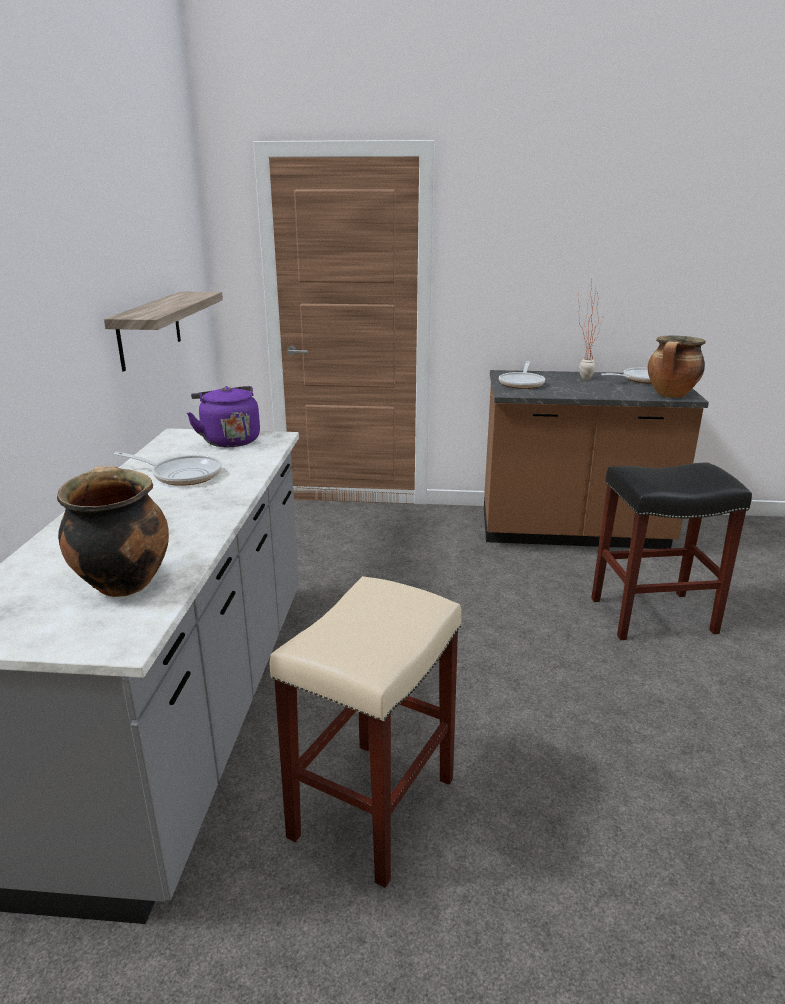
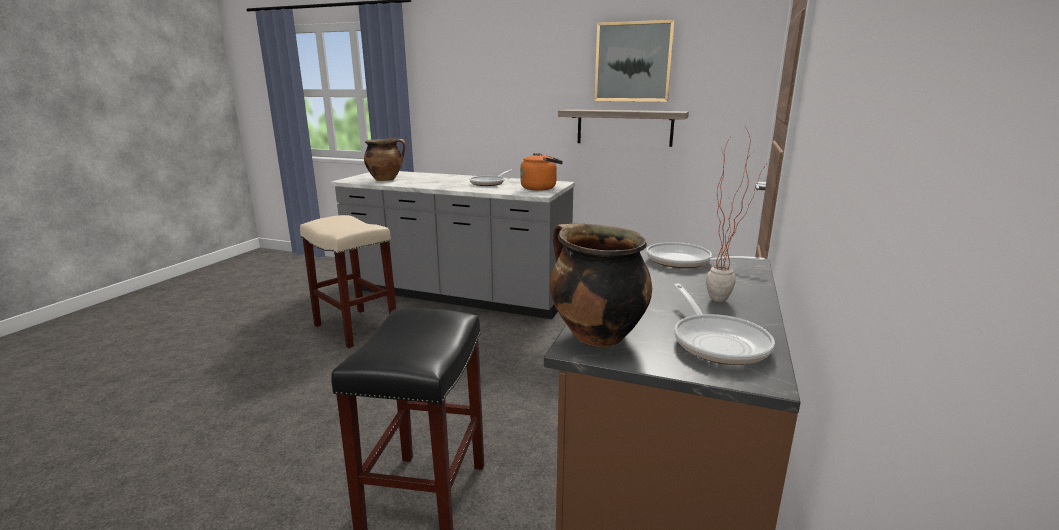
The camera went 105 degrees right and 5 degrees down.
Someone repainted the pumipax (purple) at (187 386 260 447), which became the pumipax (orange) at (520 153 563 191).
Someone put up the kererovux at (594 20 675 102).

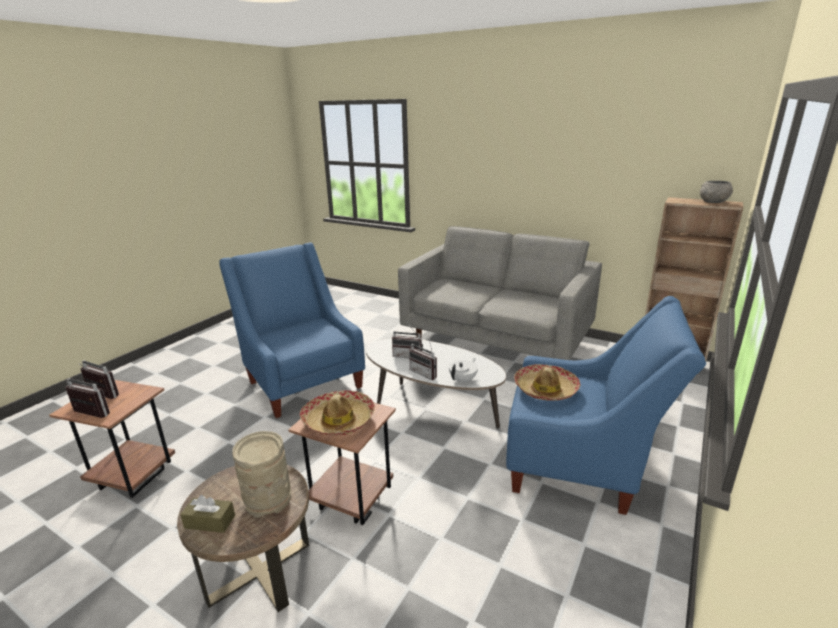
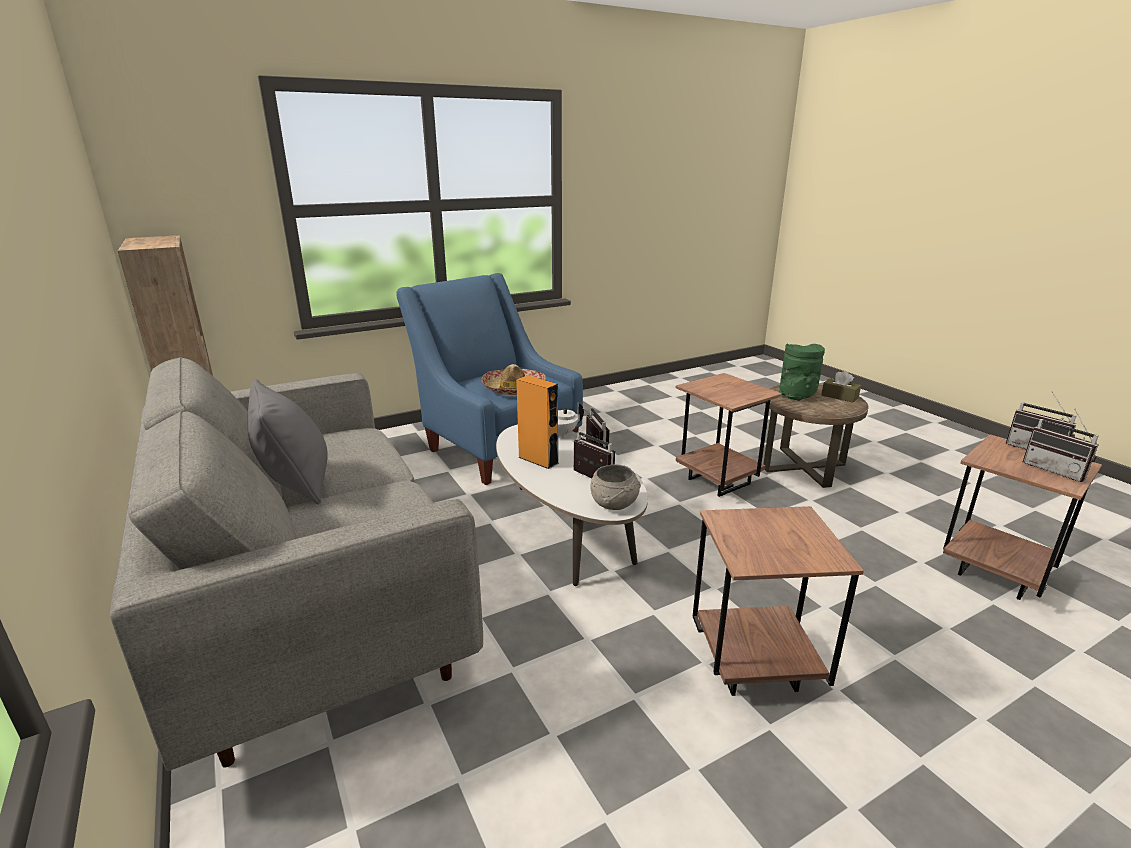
The camera went 150 degrees left and 0 degrees up.
Someone swapped the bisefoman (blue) at (219 243 365 418) for the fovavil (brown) at (693 506 864 696).
Someone repainted the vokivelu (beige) at (232 431 291 518), which became the vokivelu (green) at (779 343 825 401).
Someone took away the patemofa at (300 390 375 435).
Someone carried the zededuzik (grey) from (700 181 733 203) to (591 464 641 510).
Someone put down the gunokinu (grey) at (248 379 328 504).
Someone put down the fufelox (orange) at (516 375 559 469).

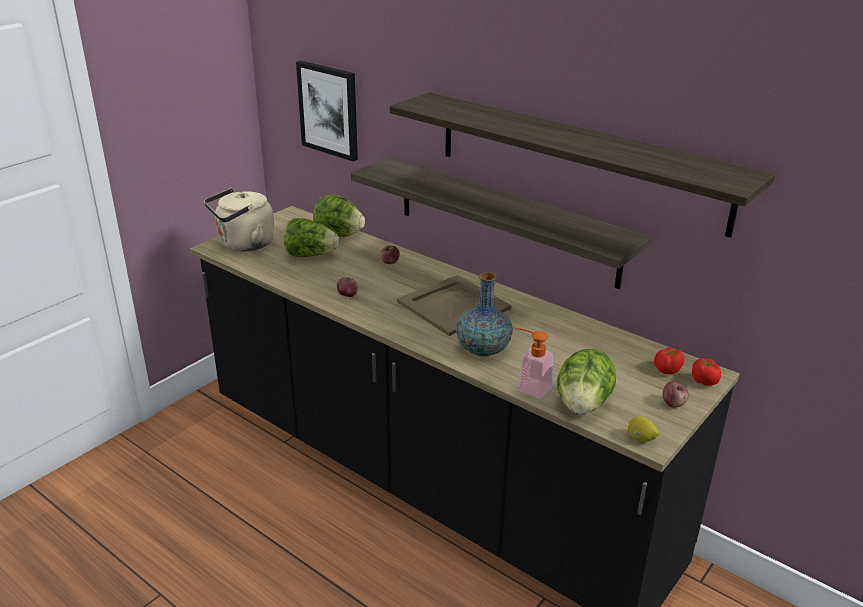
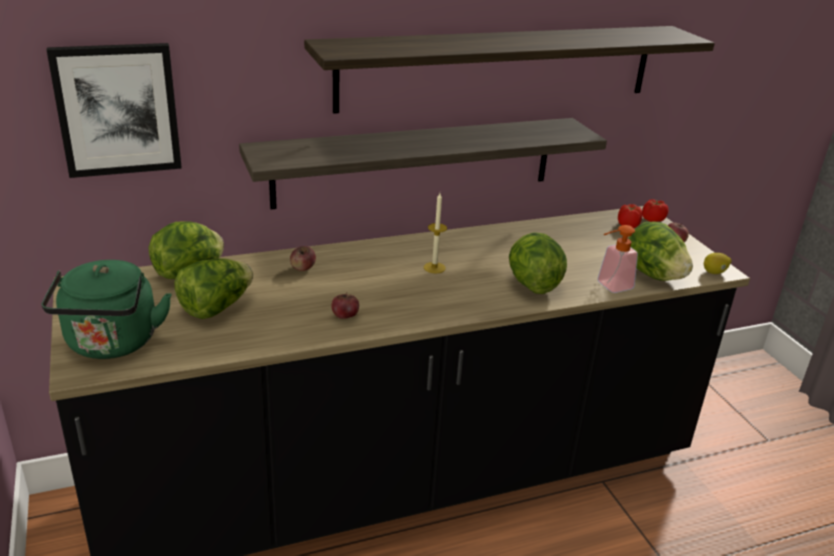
The camera went 60 degrees left and 0 degrees up.
Someone repainted the pumipax (beige) at (204 188 275 252), which became the pumipax (green) at (41 260 172 359).
Someone swapped the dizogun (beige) at (397 275 512 336) for the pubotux at (424 193 447 274).
Someone swapped the vokivelu at (456 272 513 357) for the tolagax at (509 232 567 294).

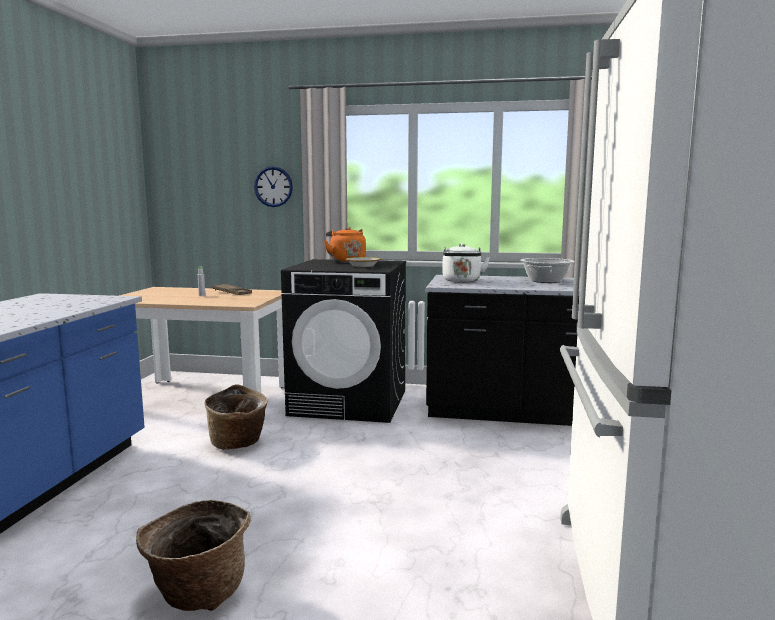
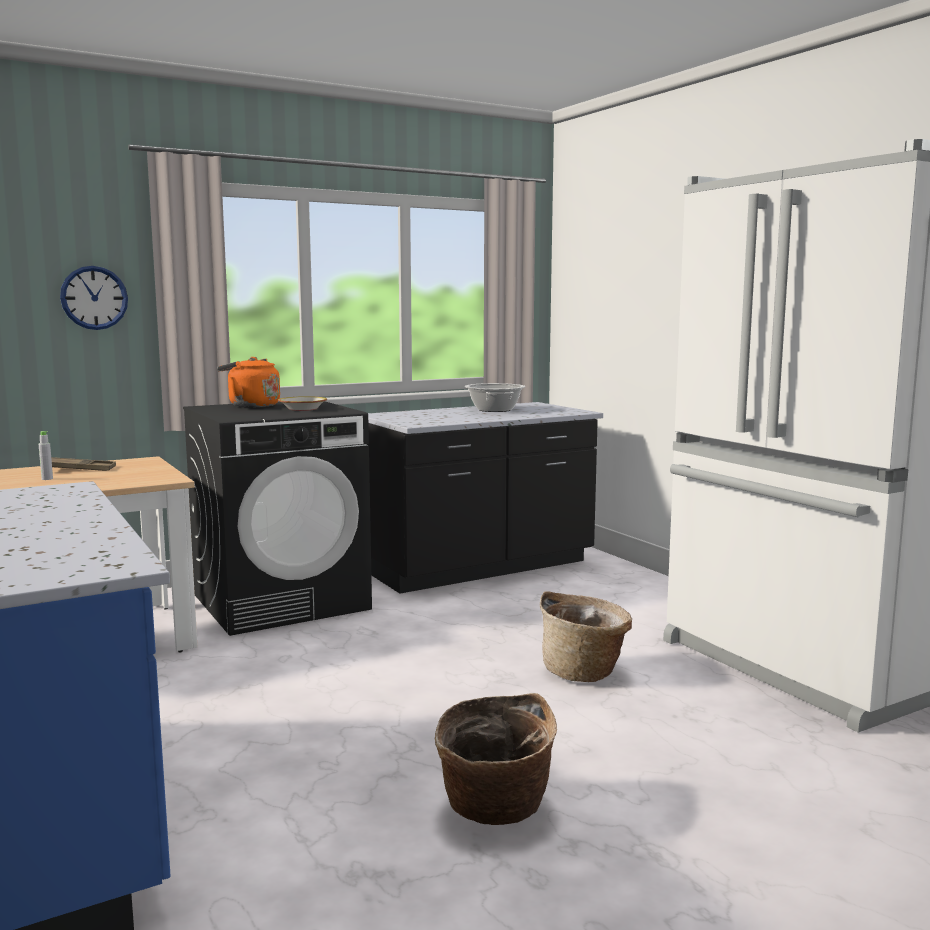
The camera went 40 degrees left and 0 degrees up.
Someone carried the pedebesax from (205 384 268 450) to (540 591 632 682).
Someone took away the pumipax (white) at (442 244 490 282).

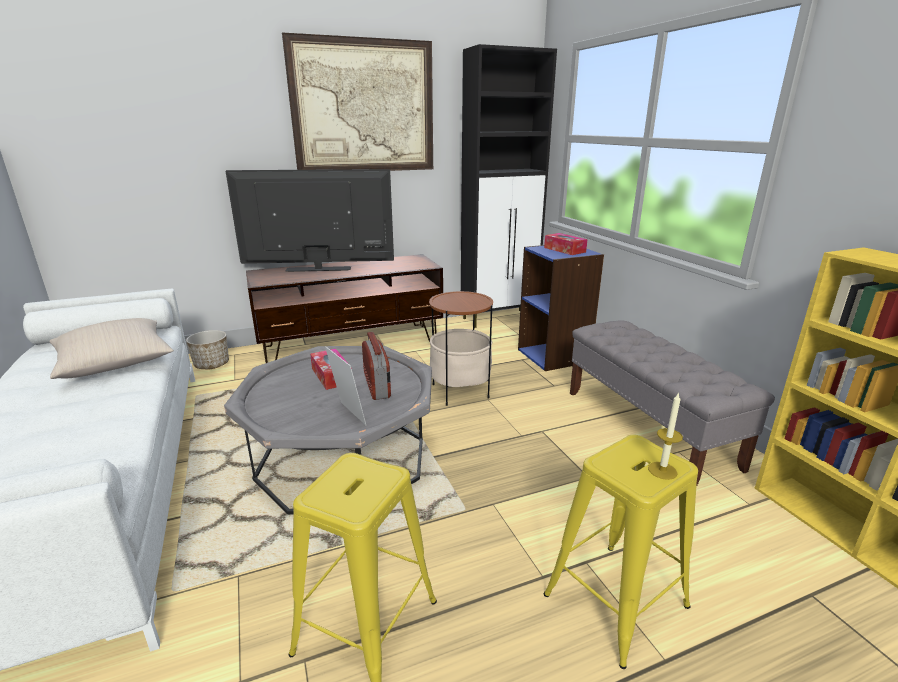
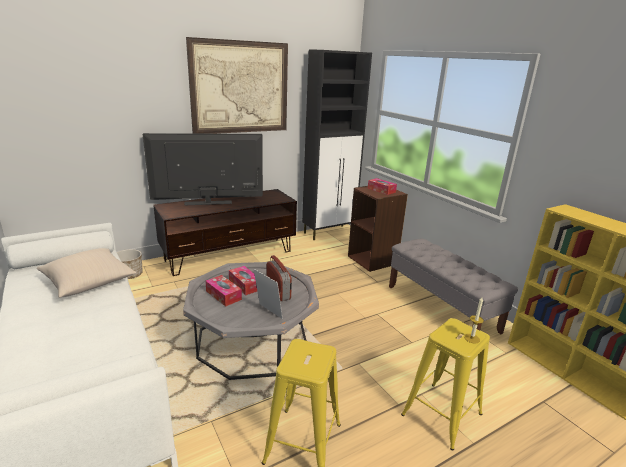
The camera went 10 degrees left and 0 degrees up.
Someone took away the fovavil at (429 291 493 406).
Someone repainted the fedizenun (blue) at (518 245 604 371), which became the fedizenun (brown) at (348 186 408 272).
Someone put down the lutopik at (206 275 242 307).

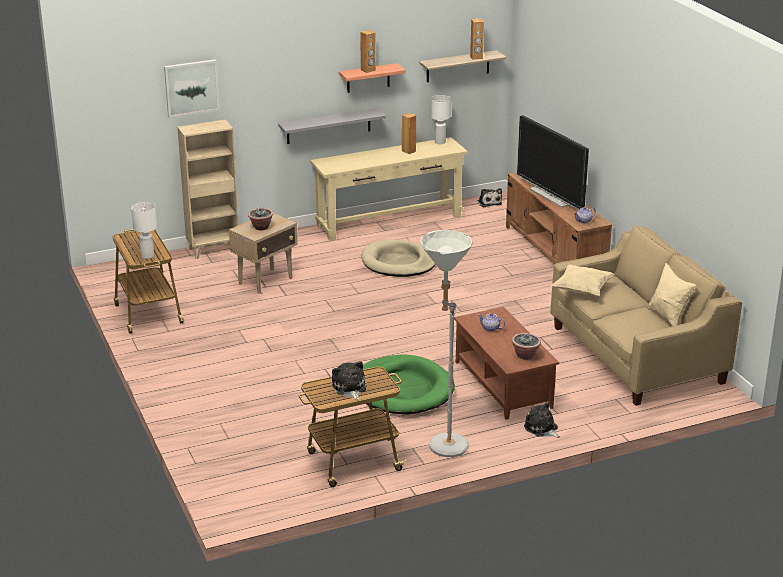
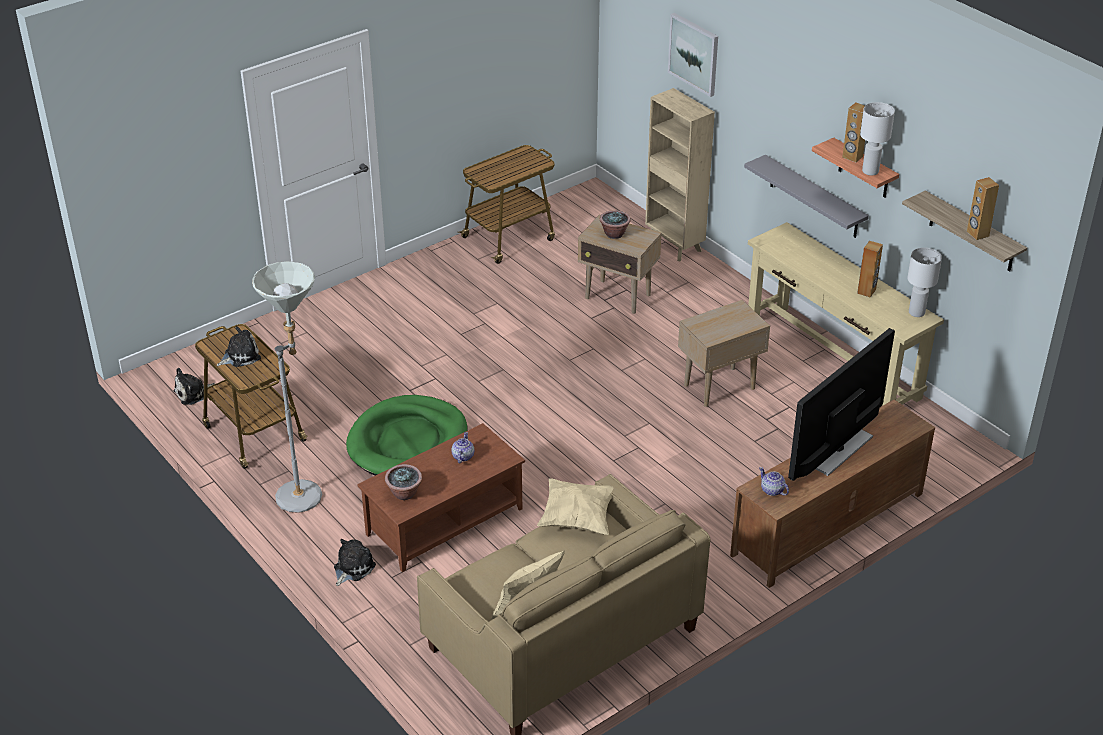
The camera went 75 degrees right and 10 degrees up.
Someone carried the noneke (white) from (131 202 157 259) to (860 102 895 175).
Someone swapped the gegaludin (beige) at (361 240 435 277) for the fovavil (beige) at (678 300 770 407).
Someone carried the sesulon from (478 188 502 207) to (174 368 215 405).

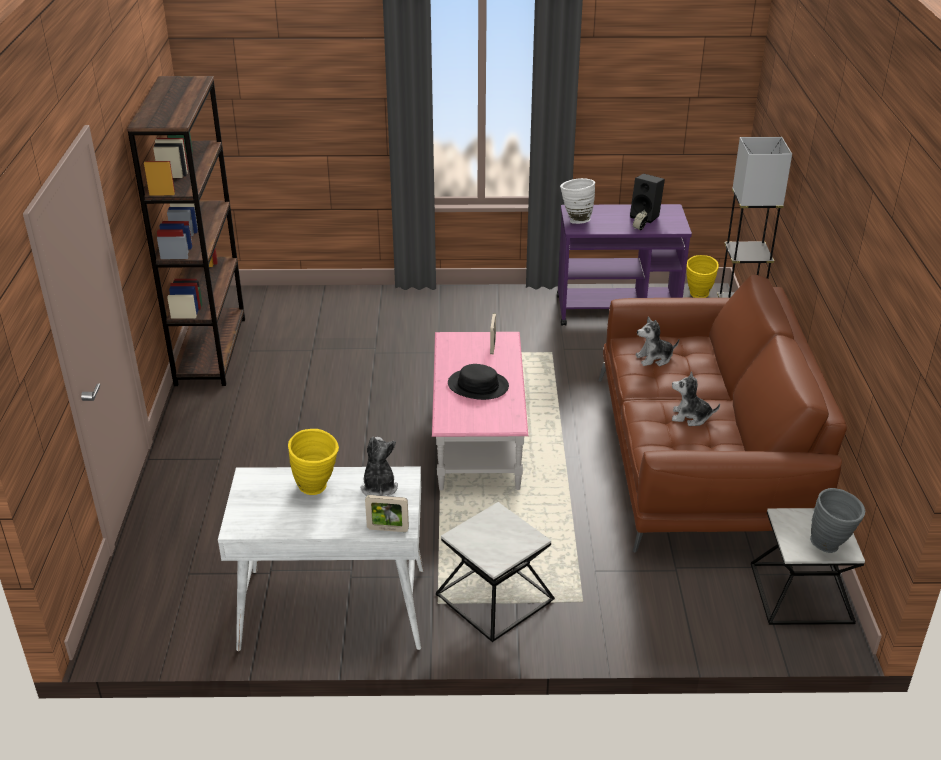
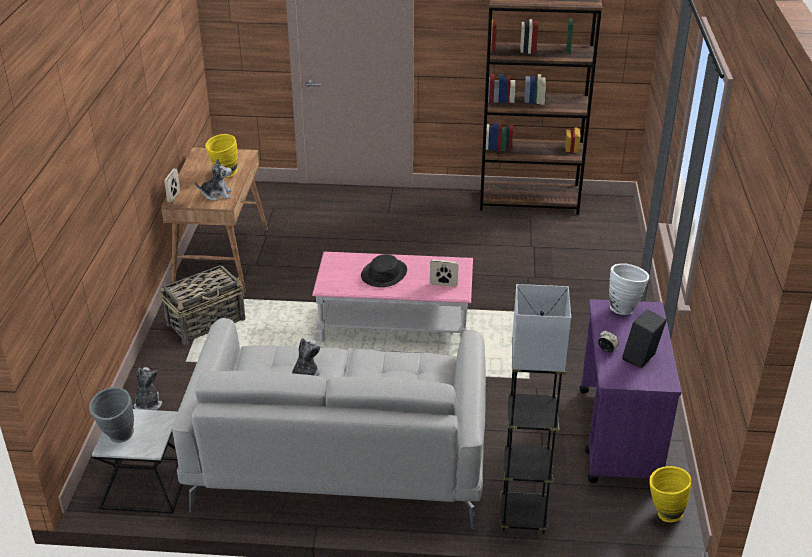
The camera went 95 degrees right and 0 degrees up.
Someone repainted the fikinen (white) at (218 467 424 651), which became the fikinen (brown) at (161 148 268 293).
Someone swapped the fovavil at (436 502 555 642) for the pedebesax at (160 265 246 344).
Someone repainted the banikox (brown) at (598 275 847 553), which became the banikox (grey) at (172 318 486 529).
Someone carried the sesulon from (635 317 679 366) to (134 367 162 410).

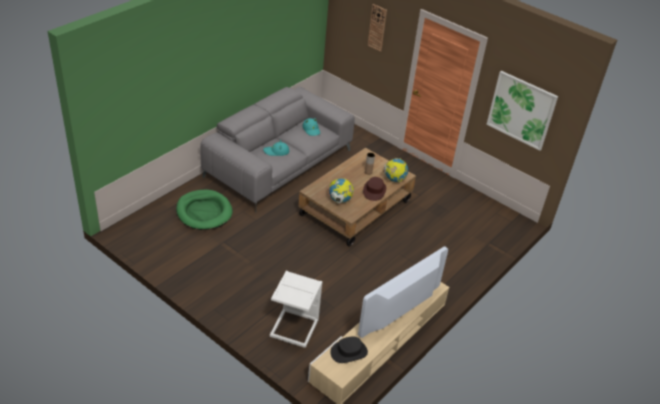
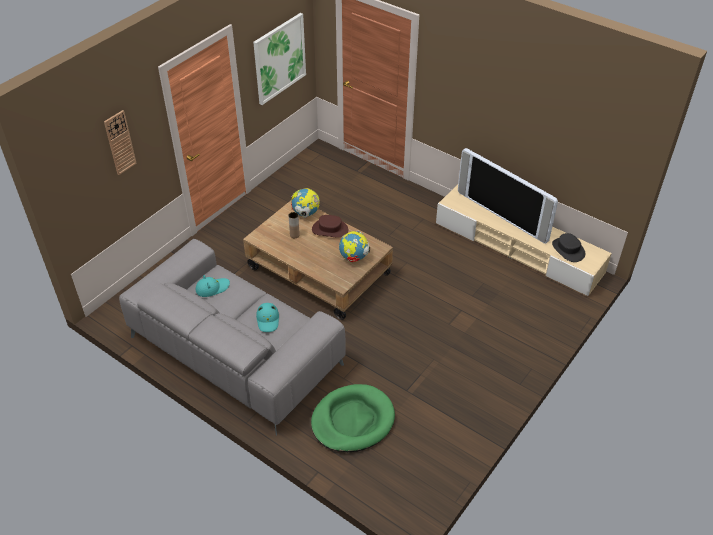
The camera went 90 degrees left and 5 degrees up.
Someone took away the fovavil (white) at (270 271 322 348).

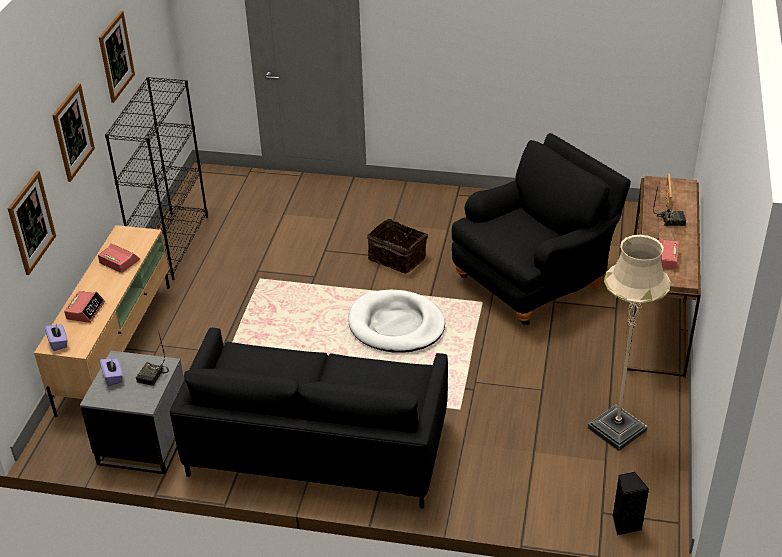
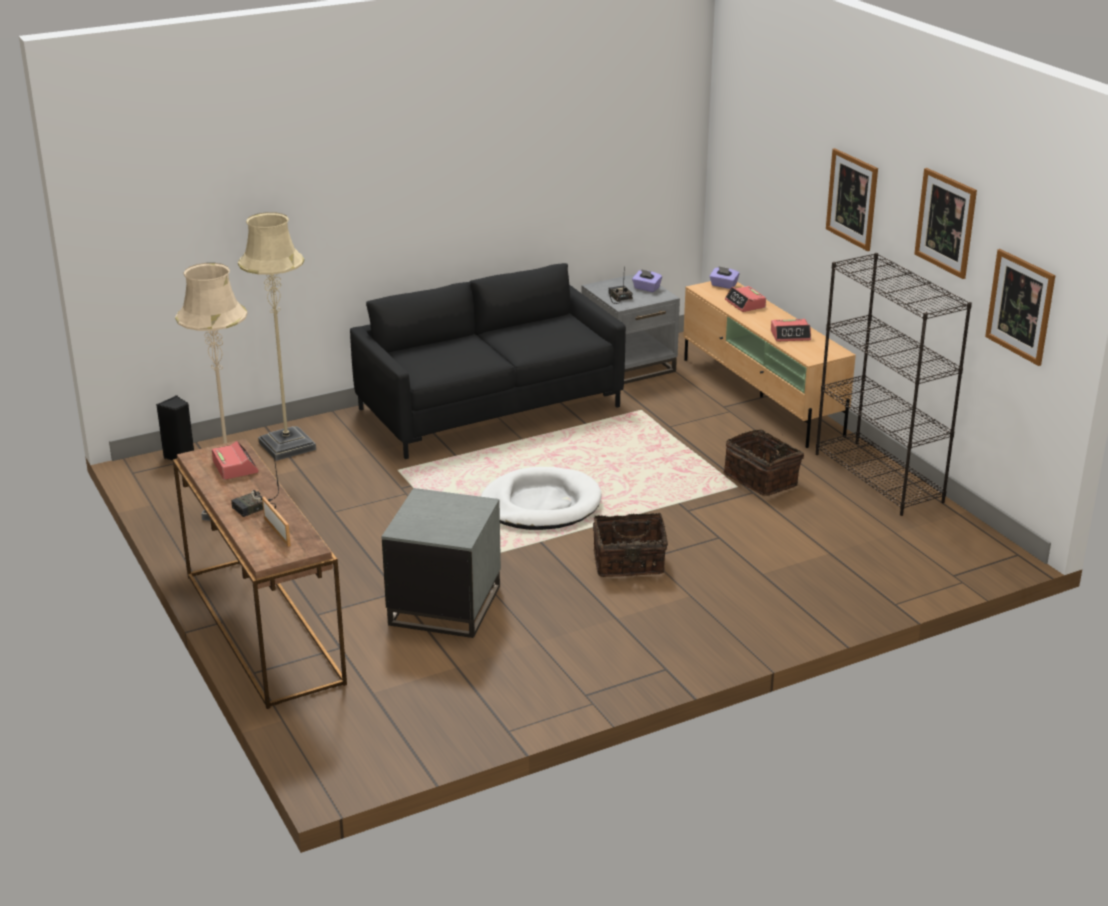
The camera went 140 degrees right and 10 degrees down.
Someone carried the kererovux from (8 171 56 275) to (985 249 1055 366).
Someone swapped the bisefoman (black) at (452 133 631 325) for the fovavil (grey) at (381 488 501 638).
Someone put down the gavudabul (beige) at (238 212 316 461).
Someone put down the pedebesax at (723 430 804 496).

